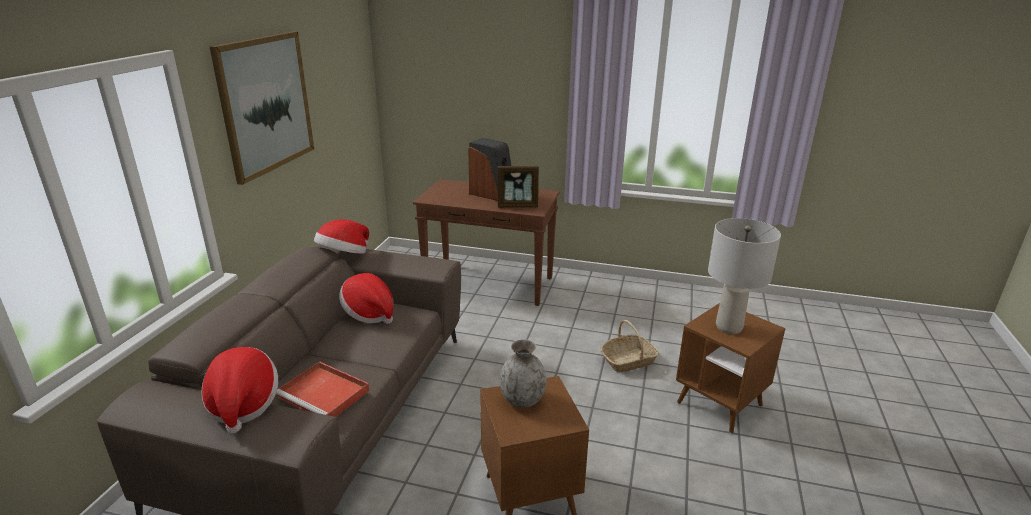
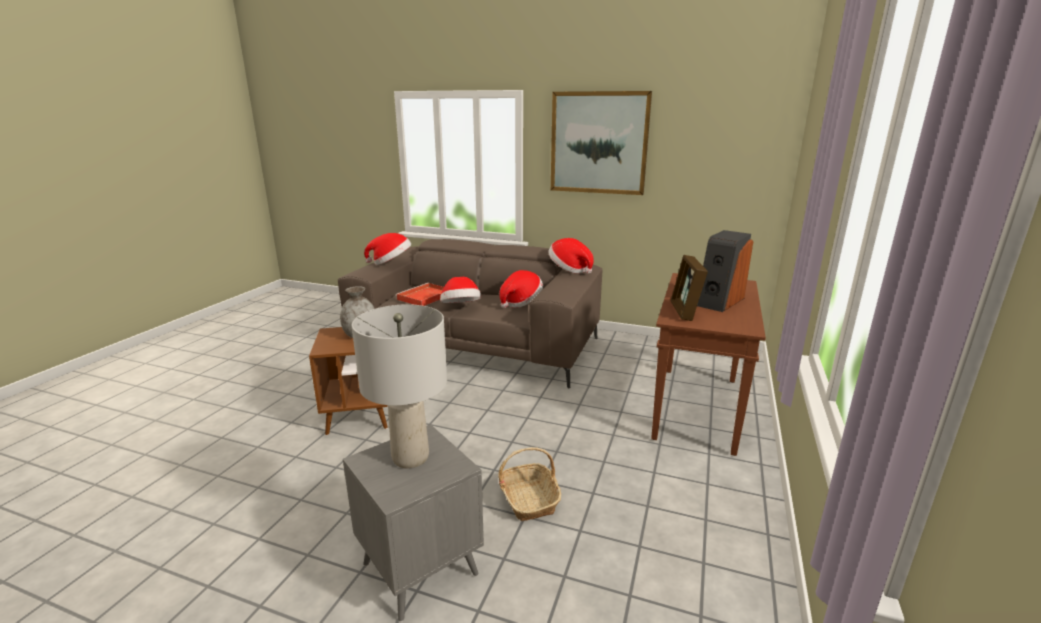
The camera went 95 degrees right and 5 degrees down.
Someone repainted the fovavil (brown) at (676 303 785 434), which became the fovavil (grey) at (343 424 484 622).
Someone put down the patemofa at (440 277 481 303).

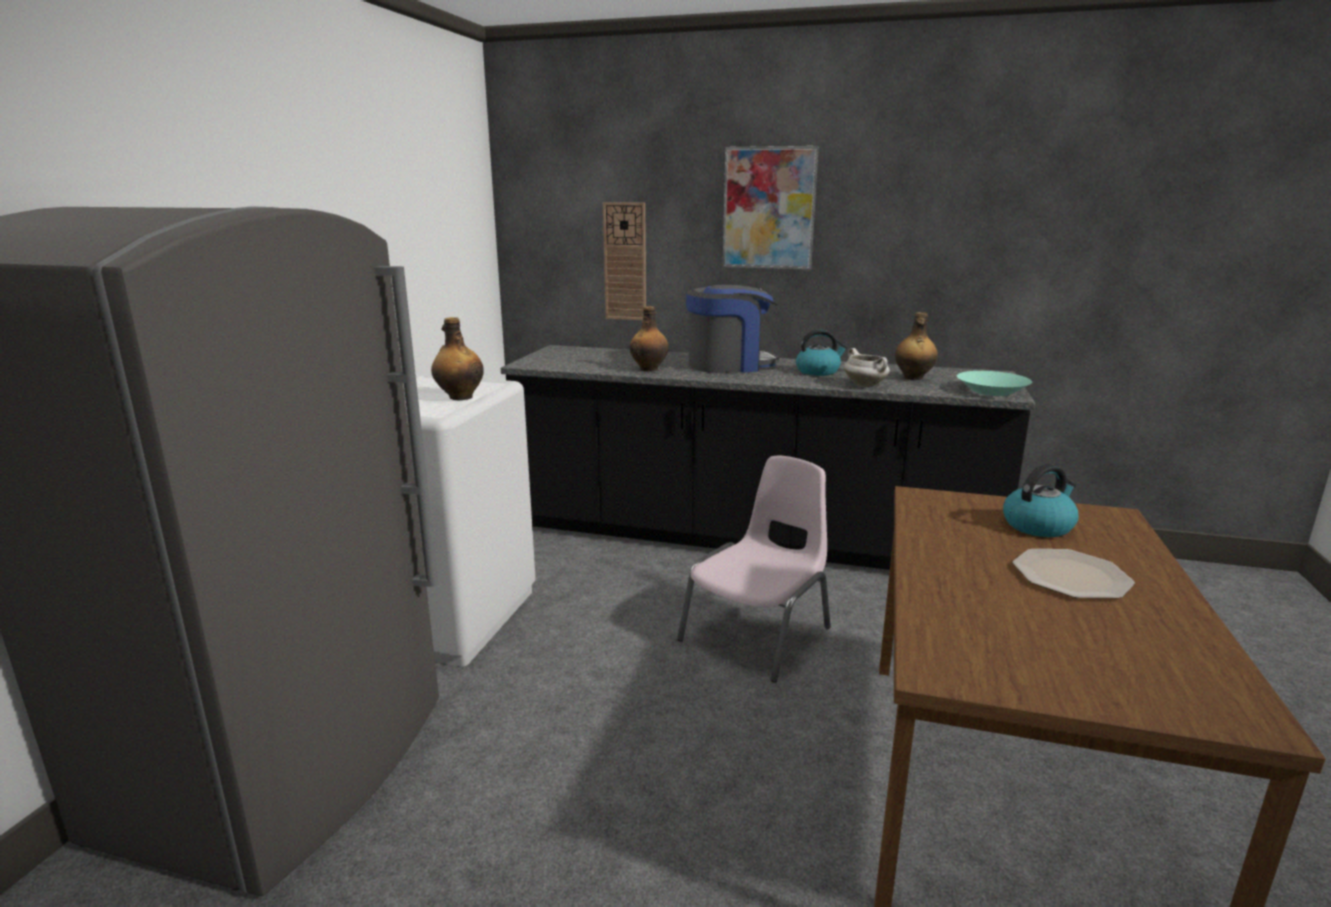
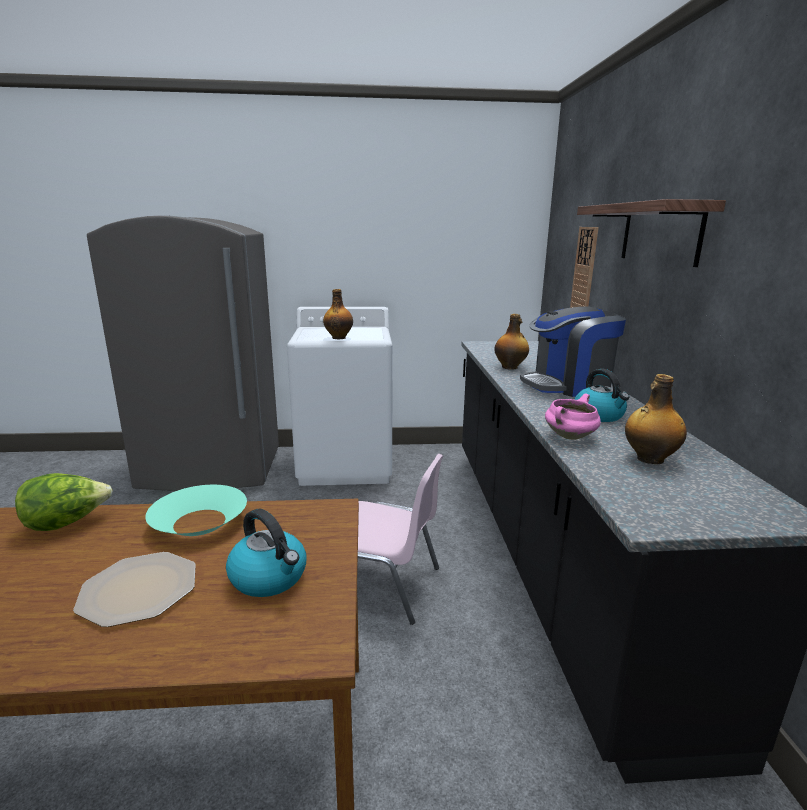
The camera went 70 degrees right and 0 degrees up.
Someone rotated the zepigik at (686 285 779 373) by 105 degrees clockwise.
Someone swapped the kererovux at (723 146 819 270) for the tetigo at (577 199 726 267).
Someone repainted the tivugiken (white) at (844 348 890 387), which became the tivugiken (pink) at (545 393 601 440).
Someone carried the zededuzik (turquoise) from (957 371 1032 396) to (145 485 247 536).
Someone put down the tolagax at (15 473 113 531).

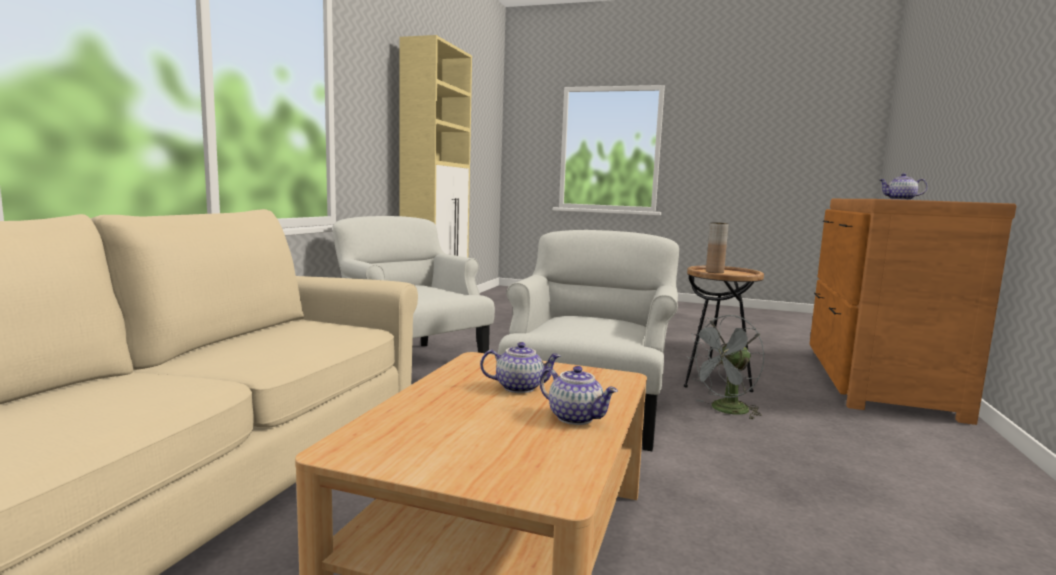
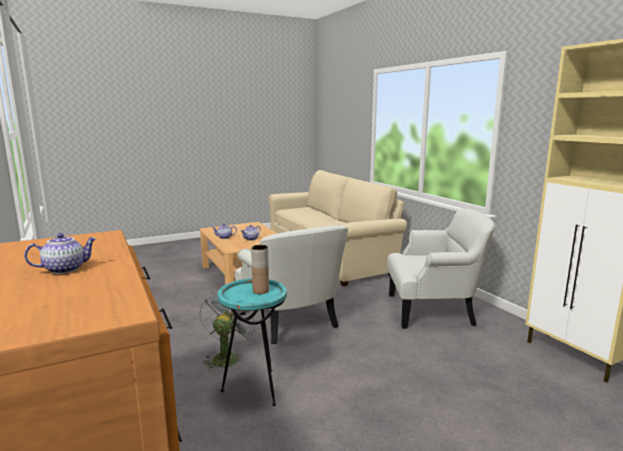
The camera went 135 degrees right and 5 degrees up.
Someone repainted the fovavil (brown) at (684 266 764 392), which became the fovavil (turquoise) at (217 279 287 406).

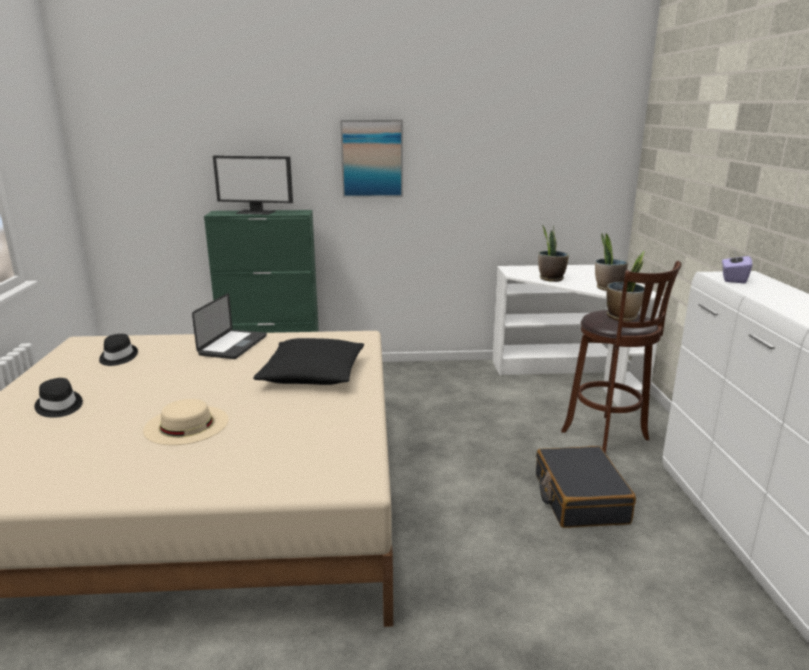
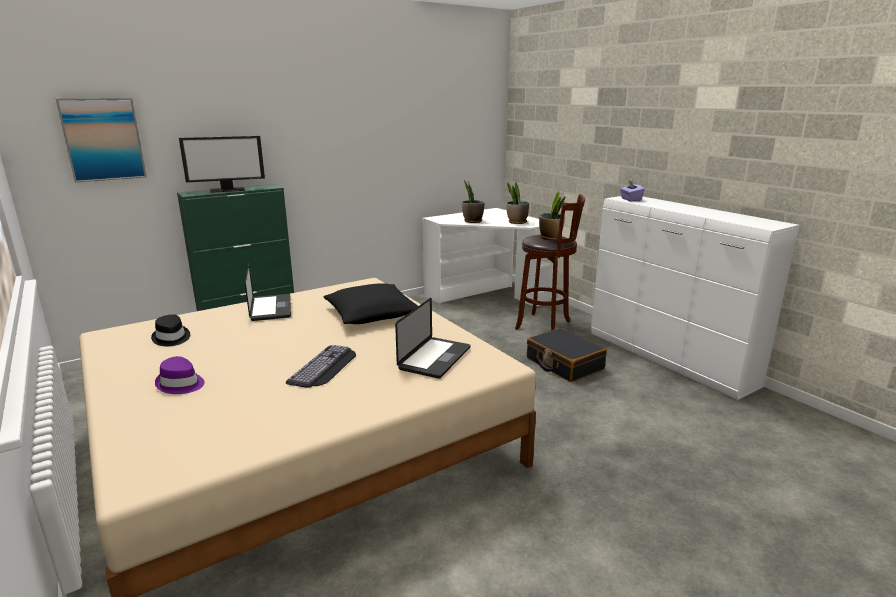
The camera went 30 degrees left and 0 degrees up.
Someone repainted the patemofa (black) at (35 378 83 418), which became the patemofa (purple) at (155 356 205 394).
Someone swapped the patemofa (beige) at (143 399 229 445) for the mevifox at (286 345 356 388).
Someone carried the kererovux from (340 120 403 198) to (56 98 147 183).
Someone put down the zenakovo at (395 298 470 379).

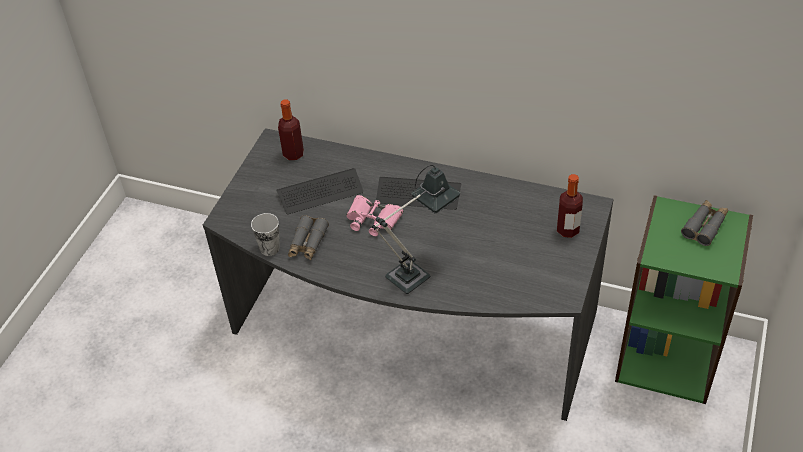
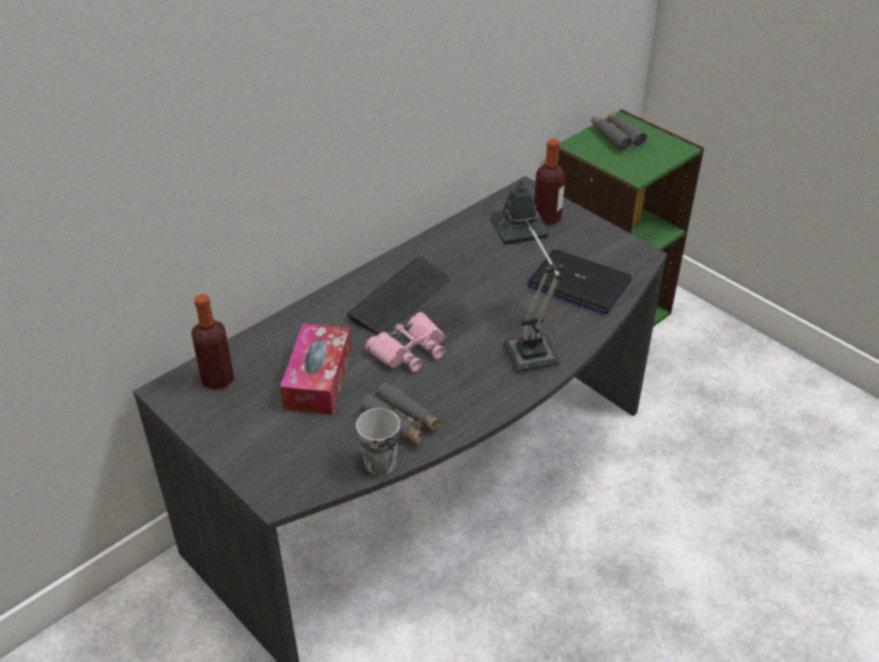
The camera went 65 degrees left and 5 degrees down.
Someone swapped the mevifox at (276 168 363 214) for the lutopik at (280 323 351 415).
Someone put down the zenakovo at (528 249 632 314).

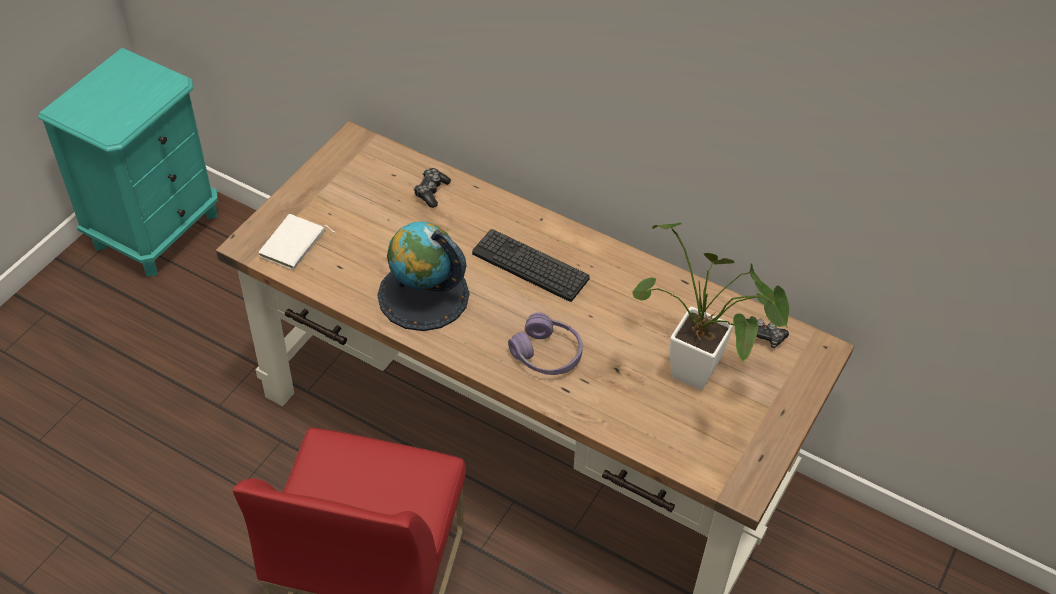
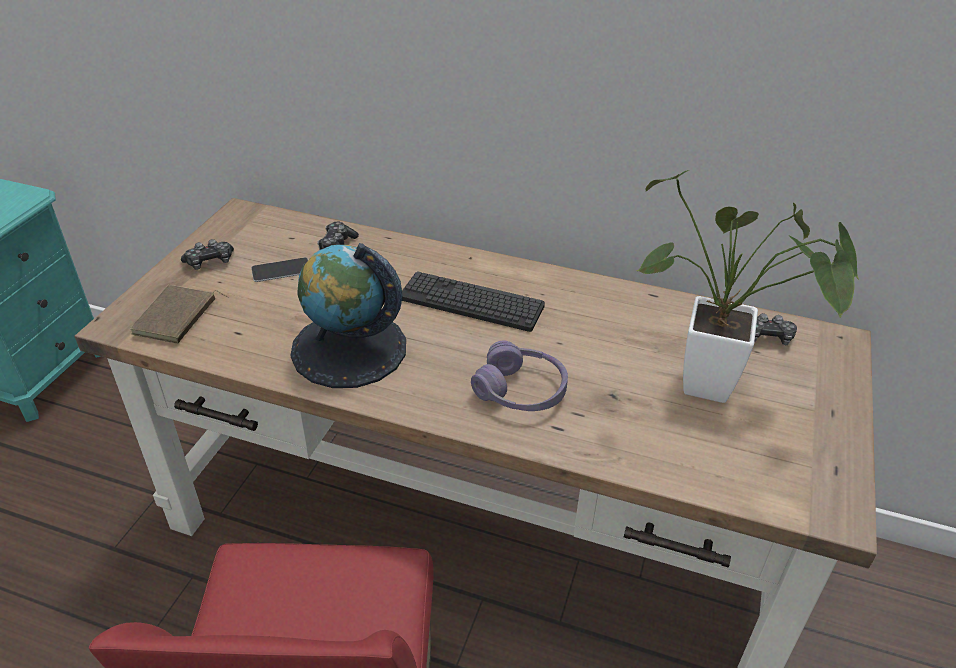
The camera went 10 degrees left and 10 degrees down.
Someone repainted the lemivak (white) at (259 214 336 270), which became the lemivak (brown) at (130 285 228 344).
Someone put down the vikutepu at (181 239 234 270).
Someone put down the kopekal at (251 257 308 282).

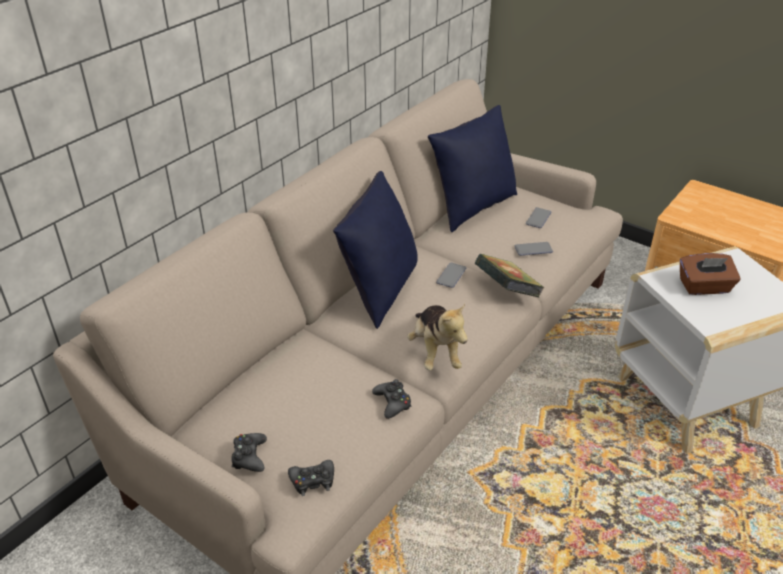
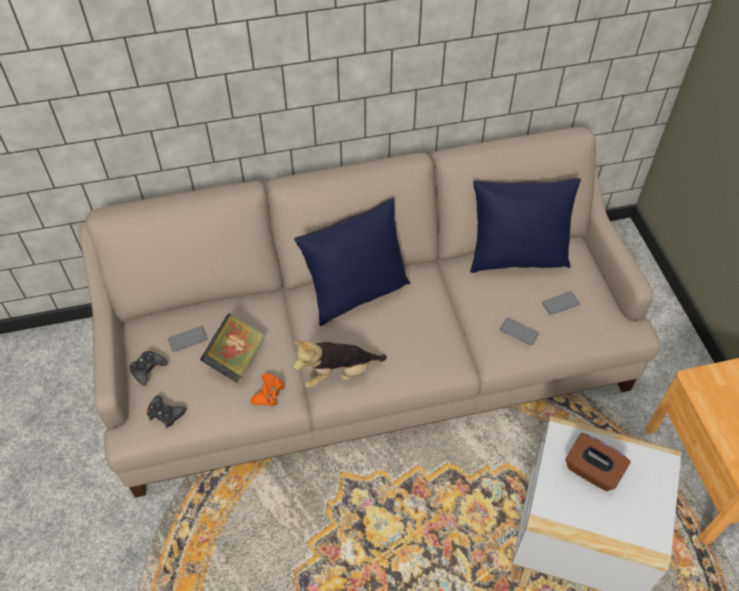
The camera went 40 degrees right and 15 degrees up.
Someone repainted the vikutepu (black) at (372 379 411 419), which became the vikutepu (orange) at (250 373 285 406).
Someone rotated the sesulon at (407 304 468 370) by 45 degrees clockwise.
Someone carried the kopekal from (436 263 466 288) to (168 326 208 352).
Someone carried the lemivak from (475 254 545 298) to (200 313 265 383).

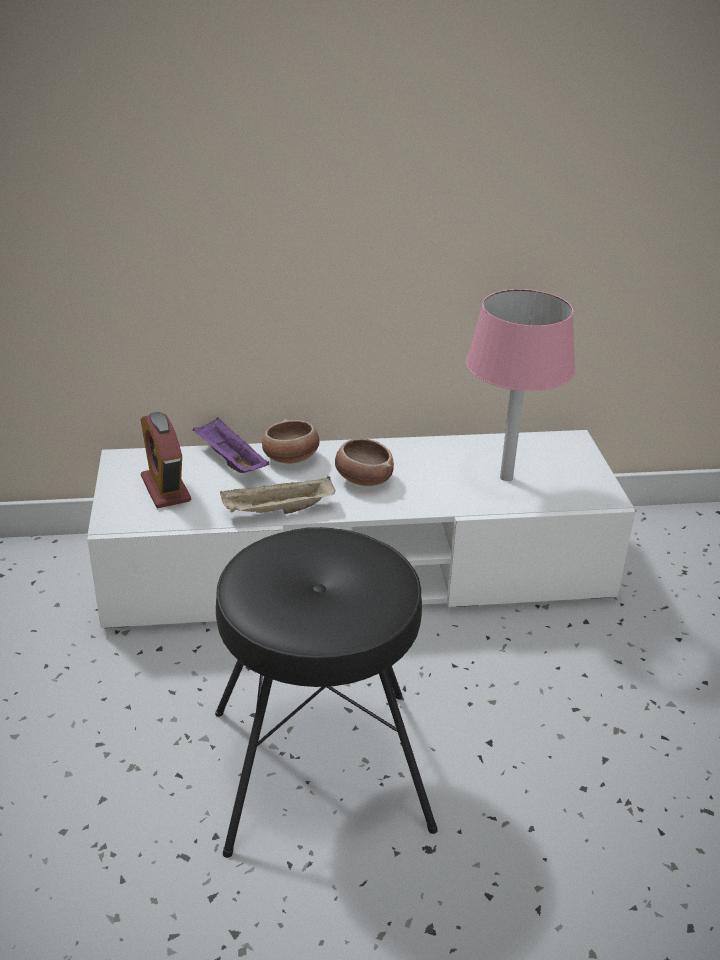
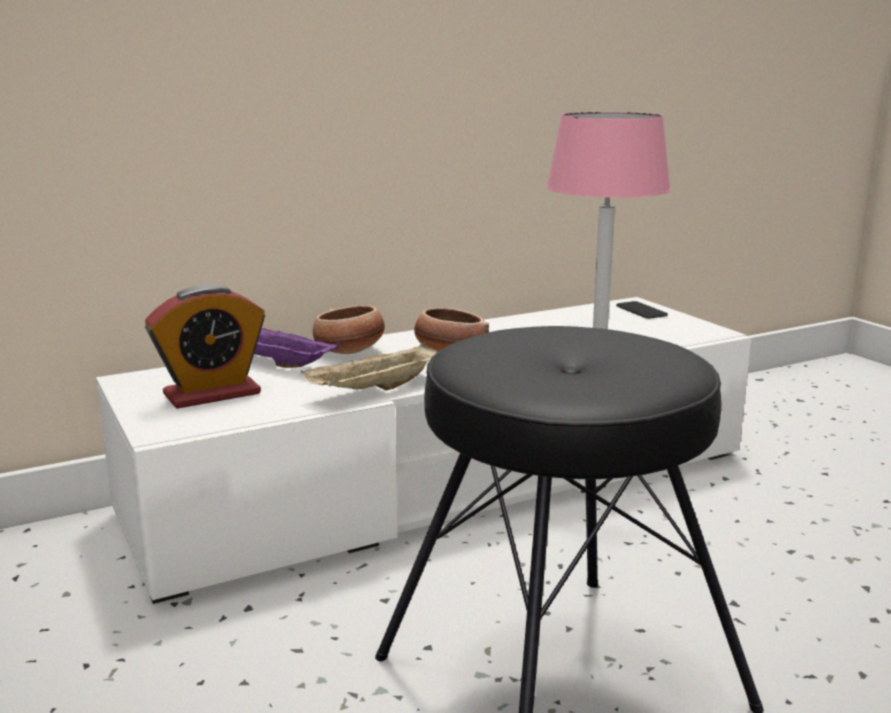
The camera went 20 degrees left and 15 degrees down.
Someone rotated the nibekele at (141 412 191 508) by 75 degrees counterclockwise.
Someone put down the kopekal at (616 301 668 319).

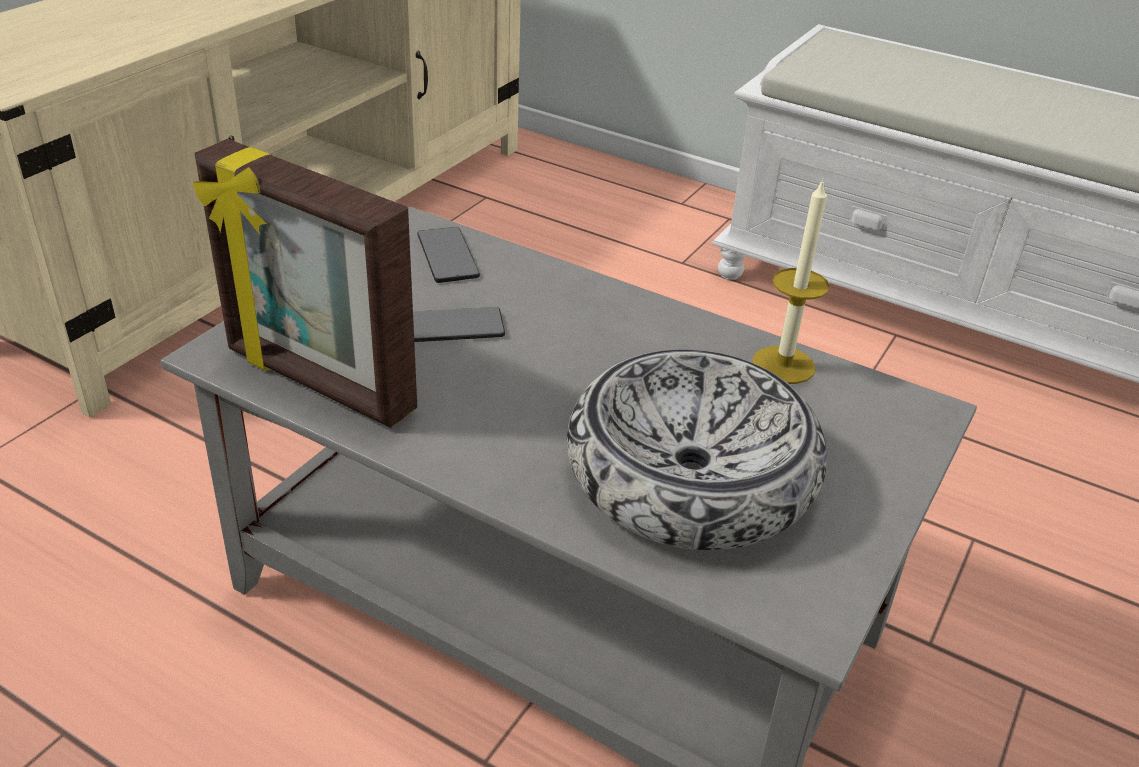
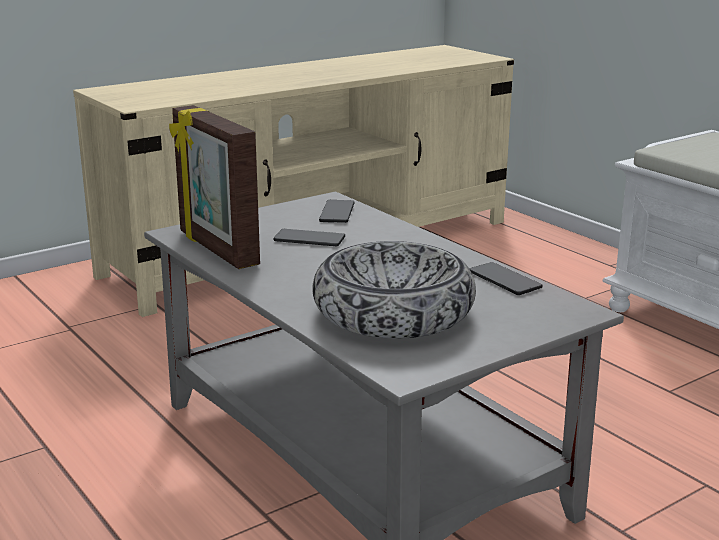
The camera went 25 degrees right and 15 degrees down.
Someone swapped the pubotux at (752 179 830 384) for the kopekal at (469 262 543 295).

